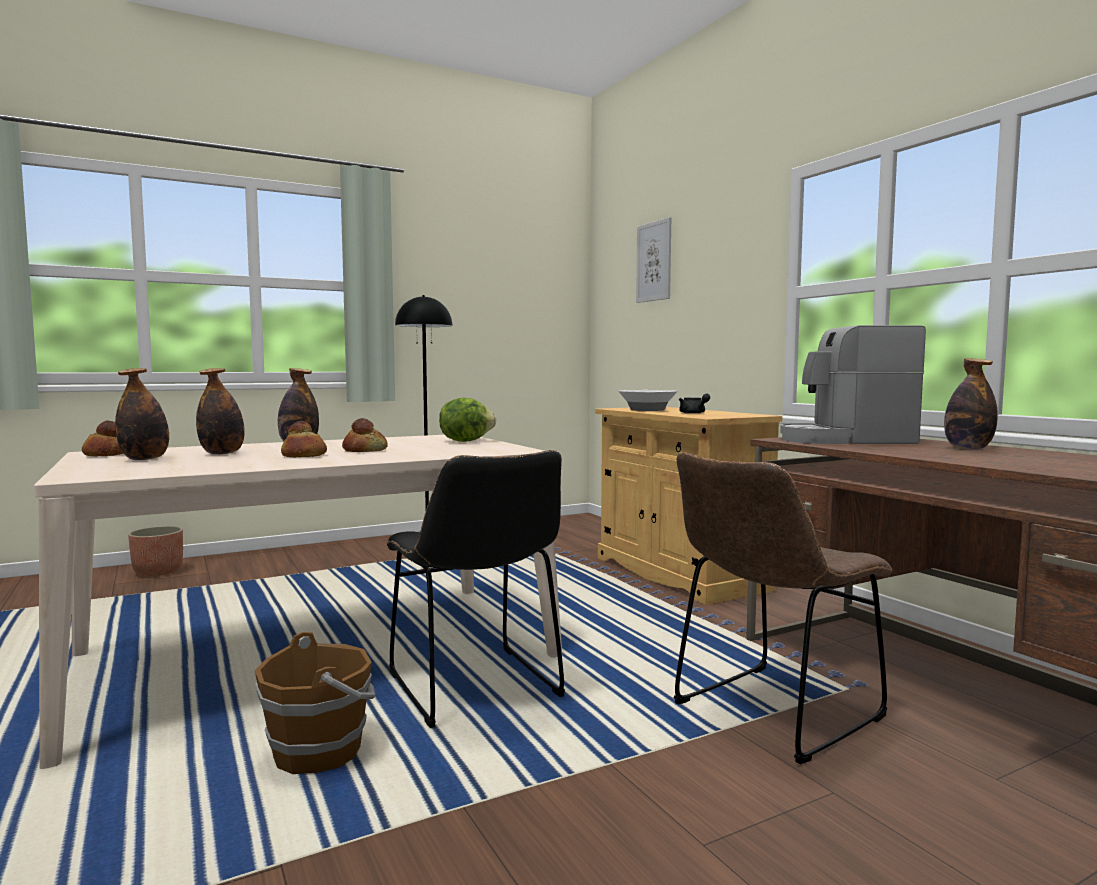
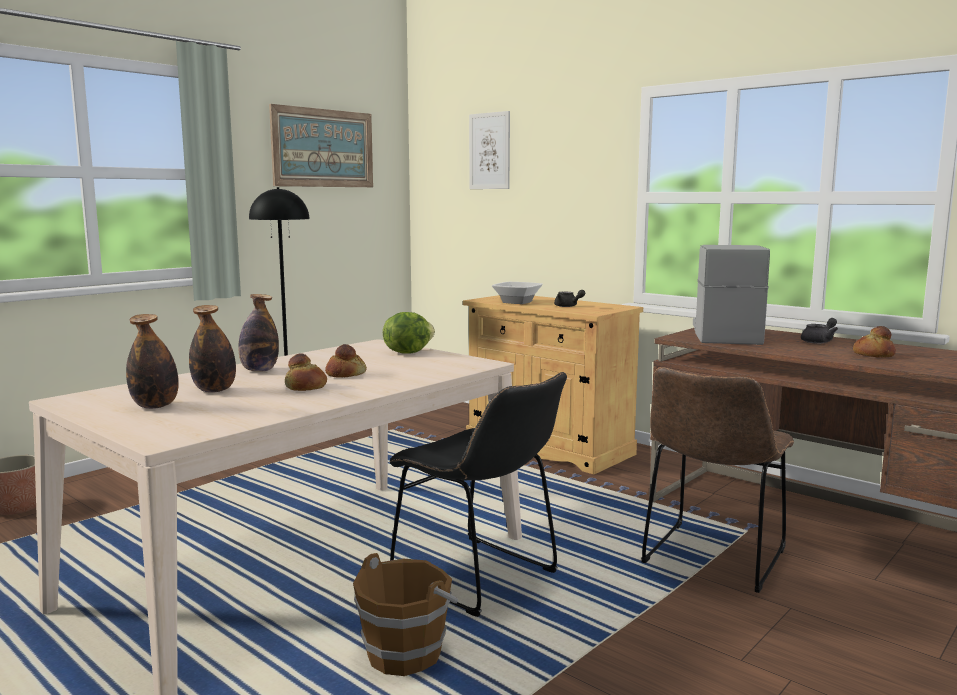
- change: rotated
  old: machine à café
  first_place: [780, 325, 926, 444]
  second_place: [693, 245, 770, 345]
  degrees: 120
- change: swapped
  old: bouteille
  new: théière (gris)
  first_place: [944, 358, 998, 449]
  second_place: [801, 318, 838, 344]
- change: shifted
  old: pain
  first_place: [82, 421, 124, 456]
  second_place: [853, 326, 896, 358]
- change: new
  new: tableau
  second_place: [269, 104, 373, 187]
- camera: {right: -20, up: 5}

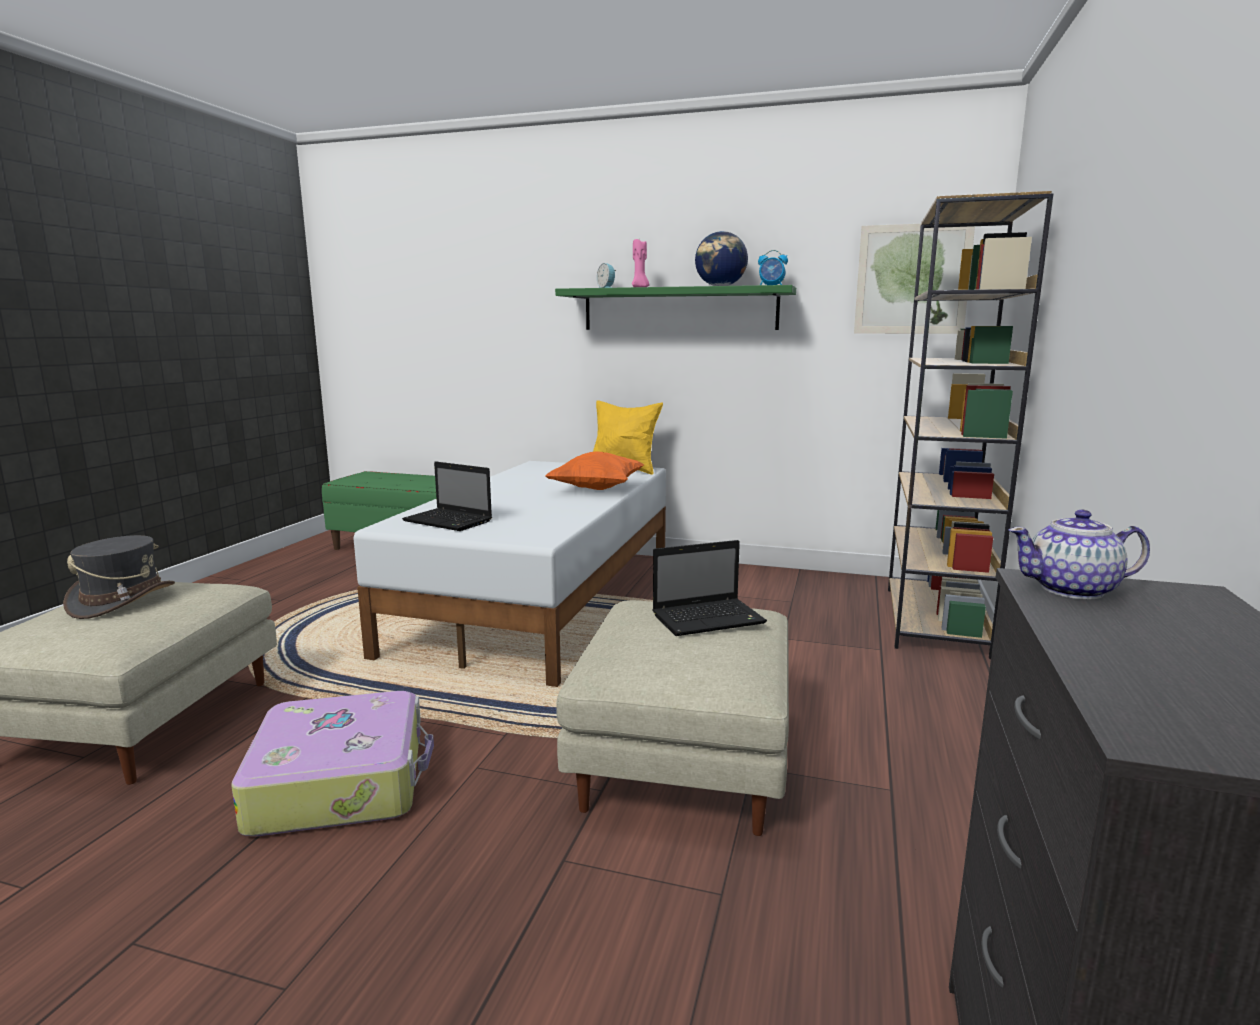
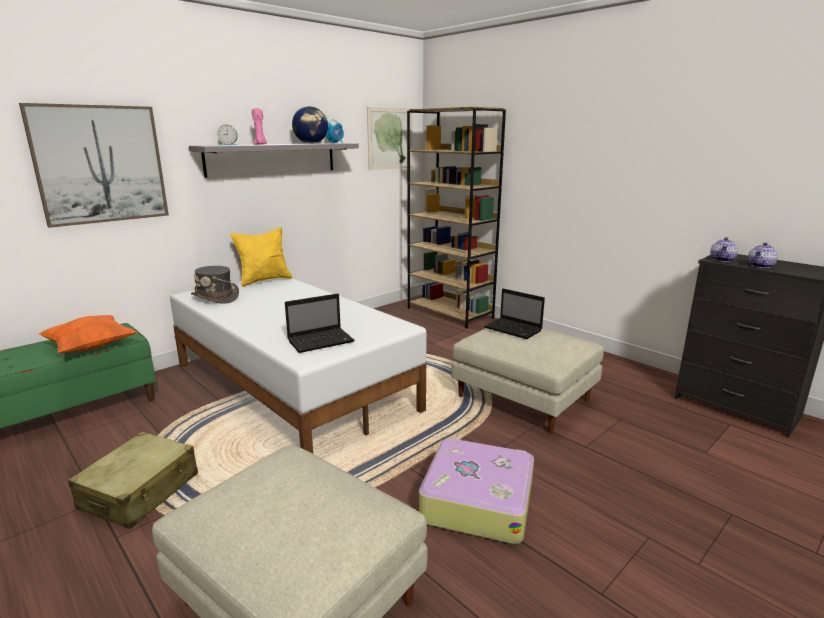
- change: repainted
  old: étagère (vert)
  new: étagère (gris)
  first_place: [555, 285, 796, 330]
  second_place: [189, 143, 359, 178]
- change: shifted
  old: coussin (orange)
  first_place: [546, 451, 644, 490]
  second_place: [39, 315, 137, 353]
- change: shifted
  old: chapeau (gris)
  first_place: [63, 535, 175, 619]
  second_place: [191, 266, 239, 304]
- change: rotated
  old: ordinateur portable
  first_place: [652, 540, 767, 636]
  second_place: [484, 289, 545, 339]
  degrees: 120
- change: new
  new: tableau
  second_place: [19, 103, 169, 228]
- change: new
  new: théière
  second_place: [748, 242, 778, 268]
- change: new
  new: valise (beige)
  second_place: [68, 431, 198, 529]
- camera: {right: -60, up: 5}

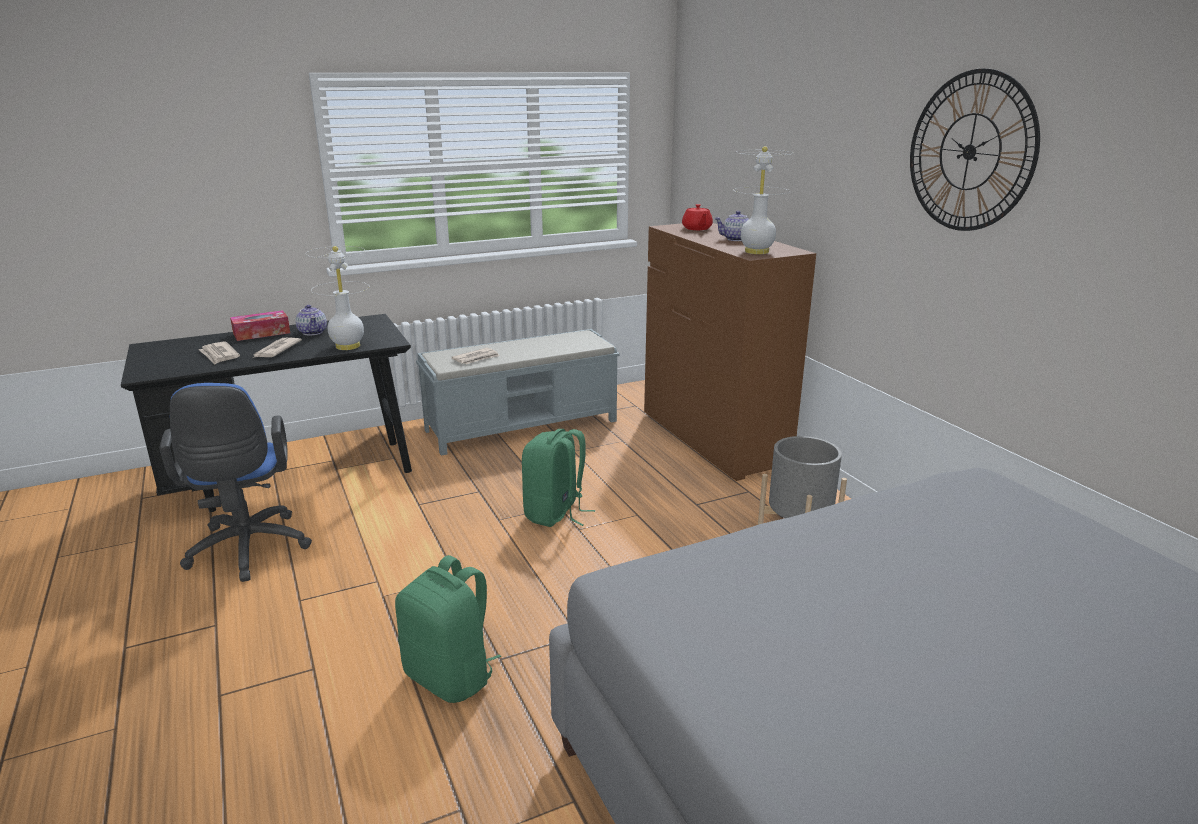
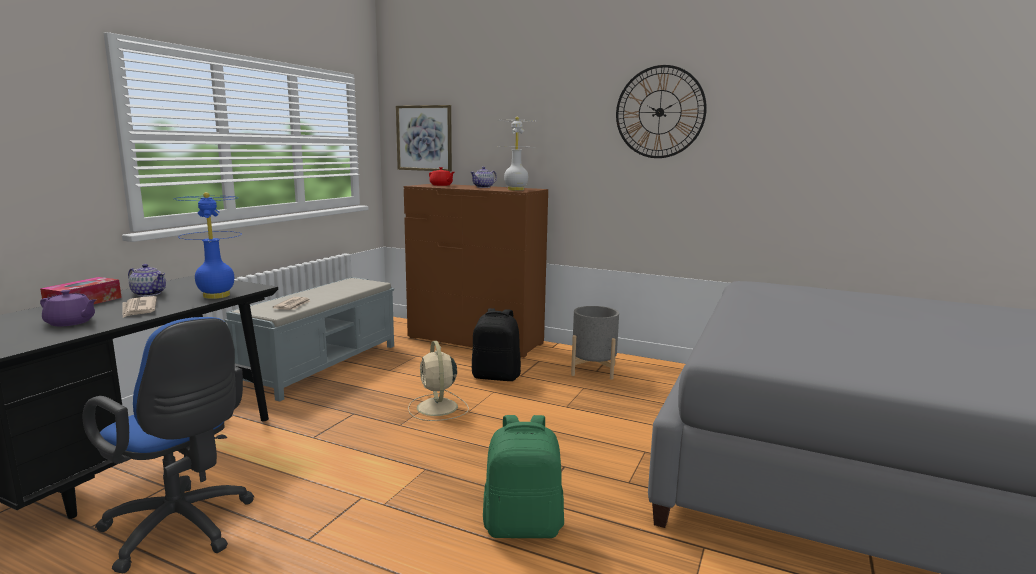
- change: repainted
  old: lampe de table (blanc)
  new: lampe de table (bleu)
  first_place: [306, 246, 369, 350]
  second_place: [174, 192, 242, 299]
- change: swapped
  old: journal
  new: théière (violet)
  first_place: [199, 342, 240, 365]
  second_place: [40, 290, 97, 326]
- change: swapped
  old: sac à dos (vert)
  new: ventilateur (beige)
  first_place: [522, 429, 595, 527]
  second_place: [408, 341, 469, 421]
- change: new
  new: tableau
  second_place: [396, 105, 452, 172]
- change: new
  new: sac à dos (noir)
  second_place: [472, 308, 521, 381]
- camera: {right: -40, up: -10}

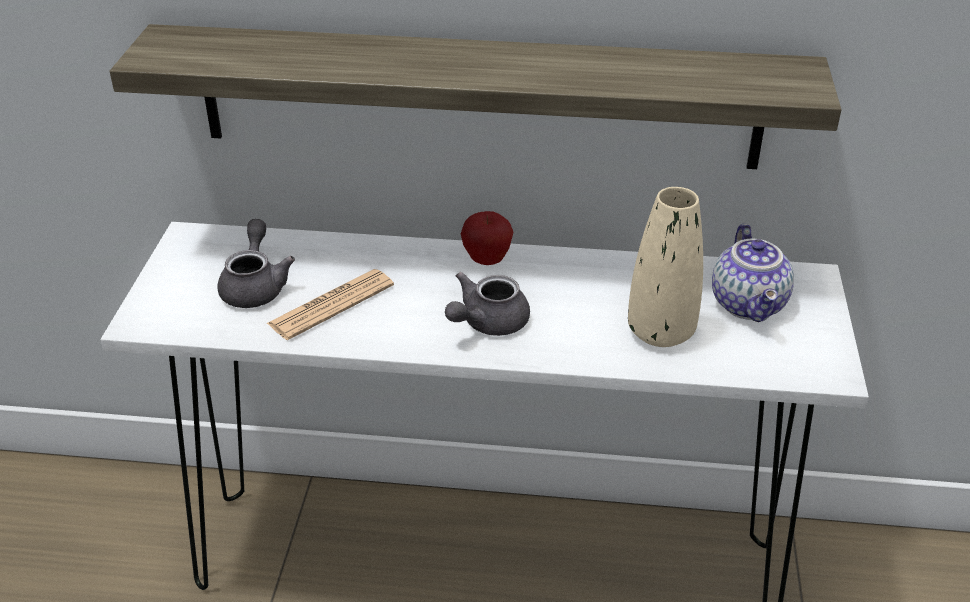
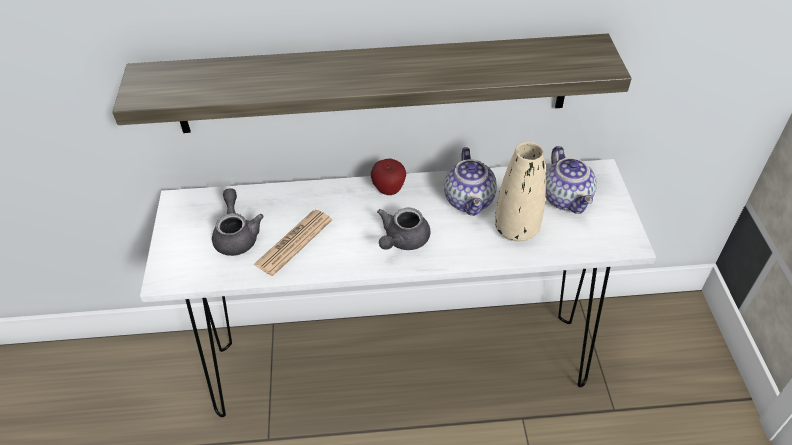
- change: new
  new: théière
  second_place: [444, 147, 497, 216]
- camera: {right: -10, up: 10}

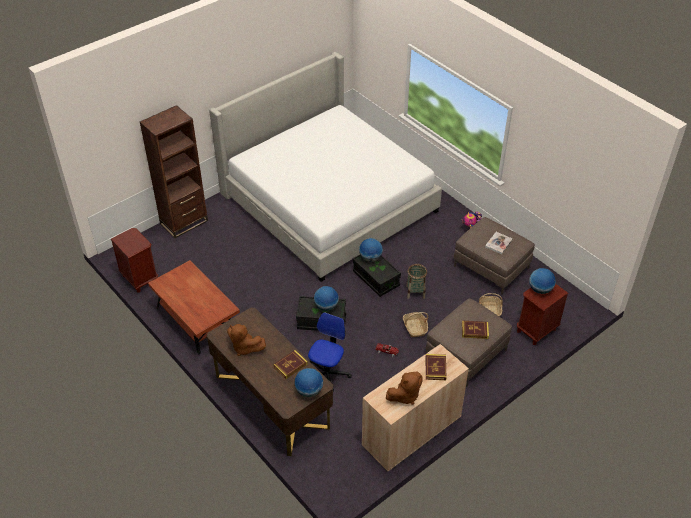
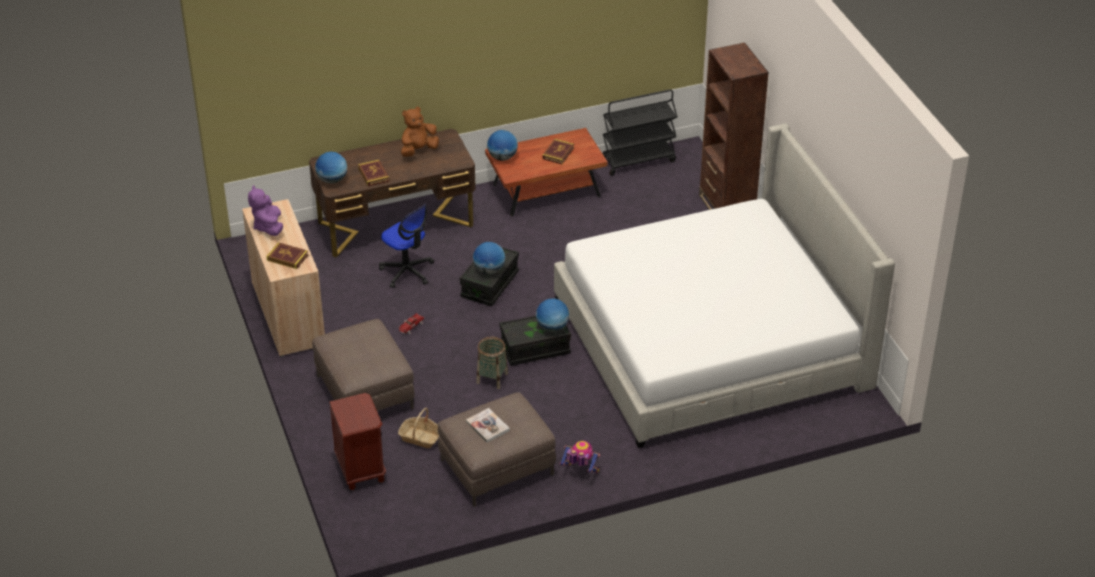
- change: swapped
  old: table de chevet (marron)
  new: chariot (noir)
  first_place: [111, 228, 158, 293]
  second_place: [603, 89, 678, 176]
- change: shifted
  old: globe
  first_place: [529, 268, 556, 294]
  second_place: [487, 130, 518, 161]
- change: gone
  old: panier
  first_place: [403, 312, 428, 337]
- change: shifted
  old: livre
  first_place: [462, 321, 489, 339]
  second_place: [542, 139, 574, 164]
- change: repainted
  old: peluche (marron)
  new: peluche (violet)
  first_place: [386, 372, 422, 405]
  second_place: [248, 185, 283, 236]
- camera: {right: 110, up: -5}

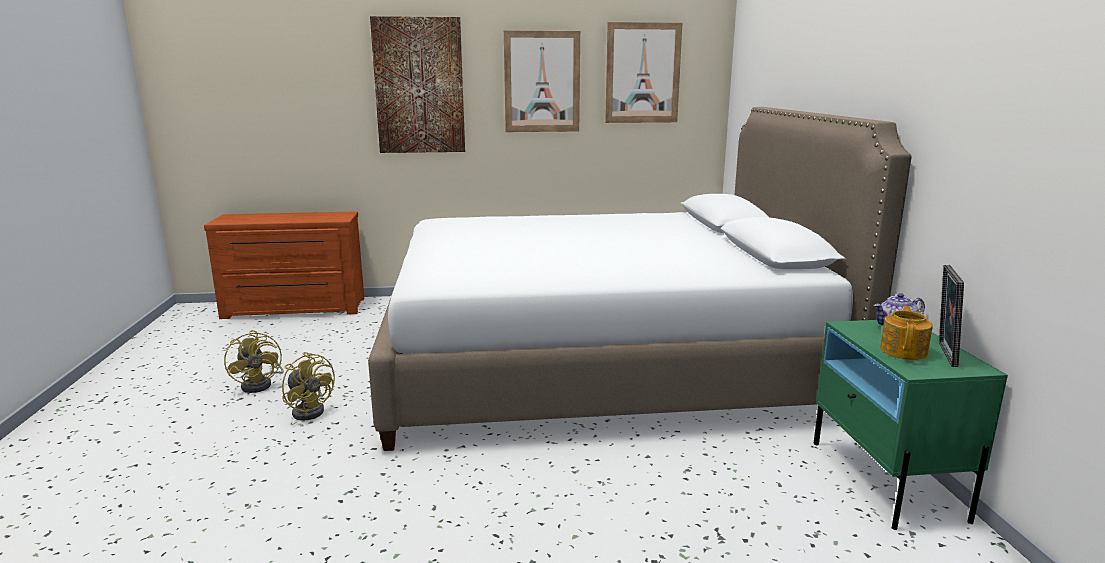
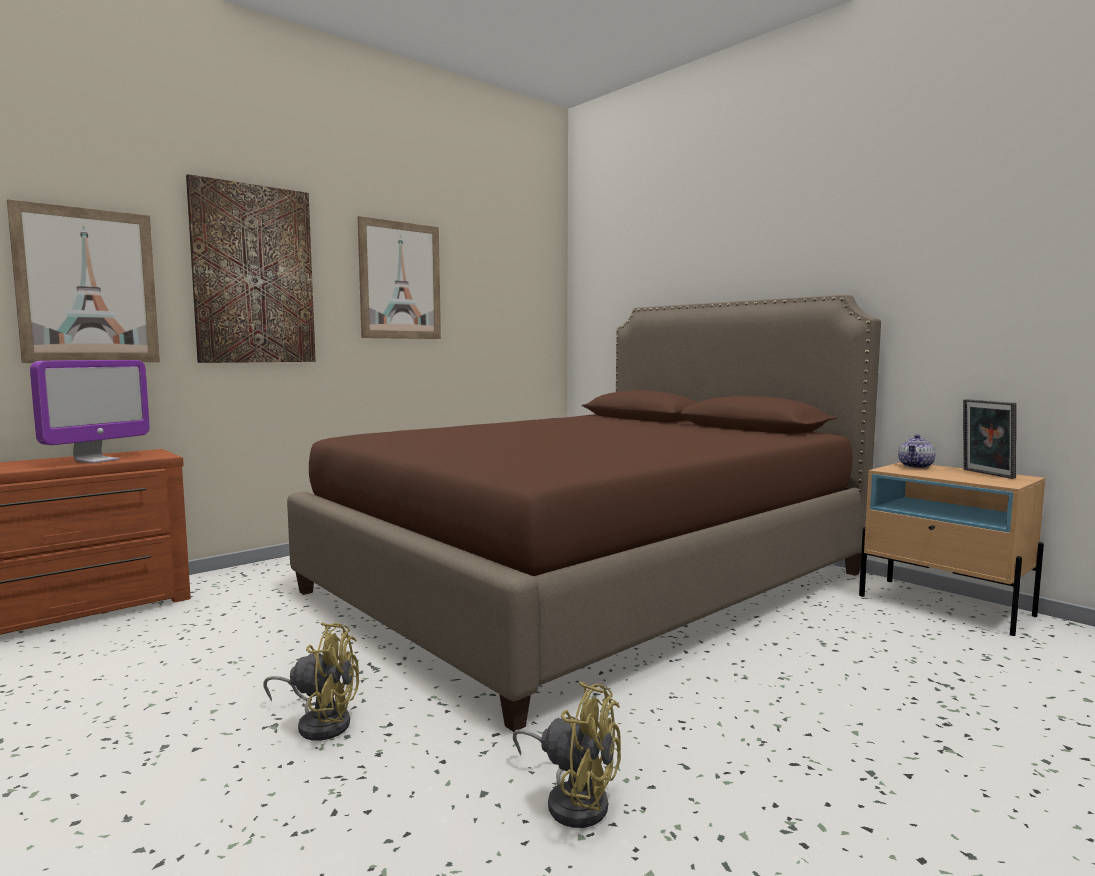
- change: shifted
  old: tableau
  first_place: [605, 22, 682, 123]
  second_place: [7, 199, 160, 363]
- change: repainted
  old: lit (blanc)
  new: lit (marron)
  first_place: [368, 107, 911, 451]
  second_place: [287, 295, 881, 732]
- change: gone
  old: théière
  first_place: [880, 306, 933, 360]
- change: repainted
  old: table de chevet (vert)
  new: table de chevet (beige)
  first_place: [814, 320, 1008, 530]
  second_place: [859, 462, 1045, 636]
- change: shifted
  old: ventilateur (jaune)
  first_place: [224, 330, 284, 393]
  second_place: [513, 682, 621, 828]
- change: new
  new: écran d'ordinateur
  second_place: [30, 360, 150, 463]
- camera: {right: -35, up: -10}

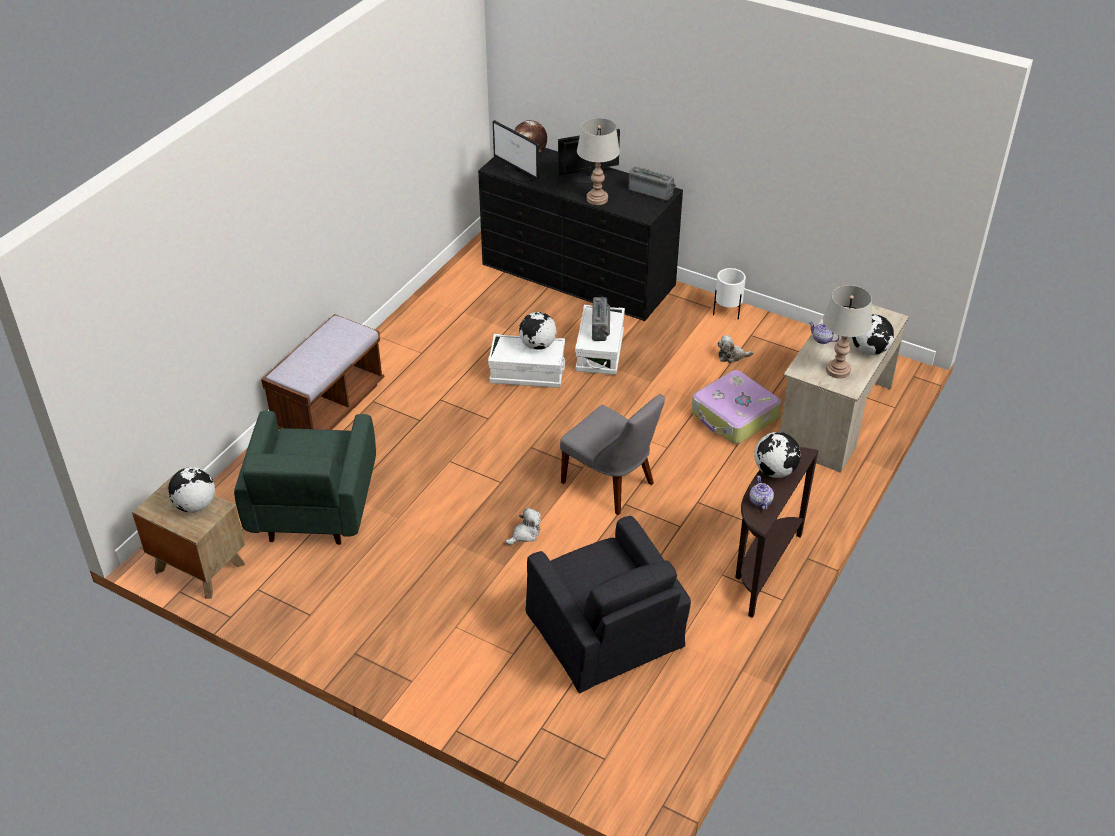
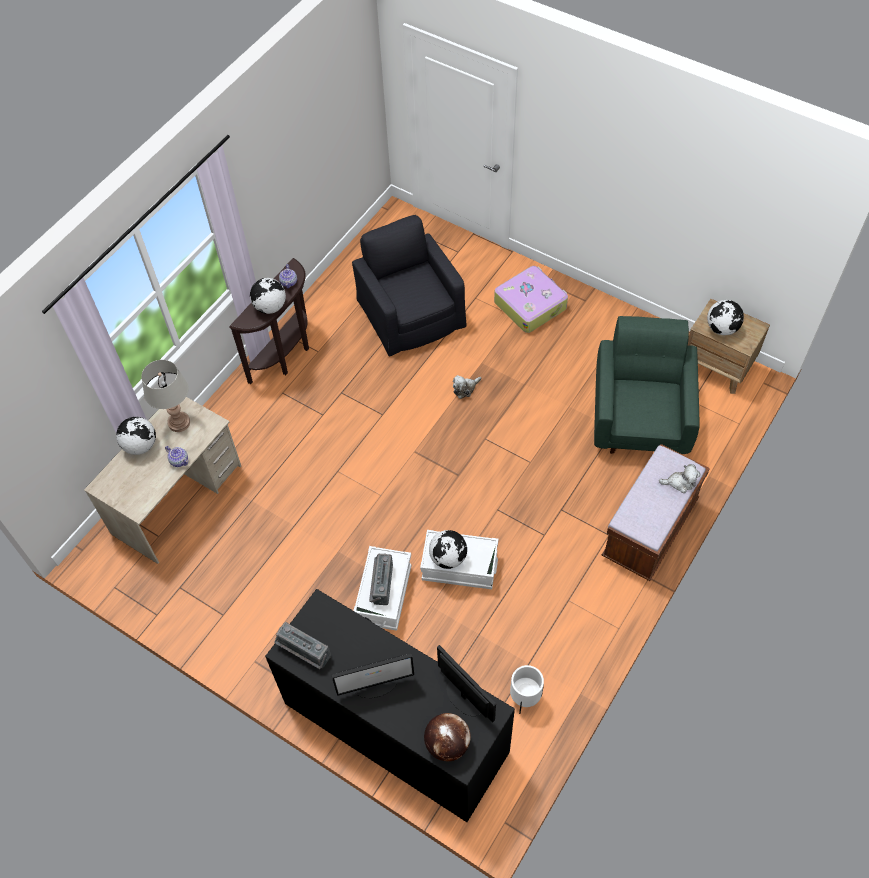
- change: gone
  old: lampe de table (gris)
  first_place: [577, 118, 620, 205]
- change: shifted
  old: cache-pot (blanc)
  first_place: [713, 268, 746, 319]
  second_place: [510, 665, 544, 714]
- change: shifted
  old: peluche
  first_place: [717, 335, 754, 363]
  second_place: [659, 464, 701, 493]
- change: shifted
  old: valise
  first_place: [691, 370, 781, 444]
  second_place: [494, 266, 568, 333]
- change: gone
  old: chaise (gris)
  first_place: [560, 394, 665, 515]
- camera: {right: -175, up: 15}

